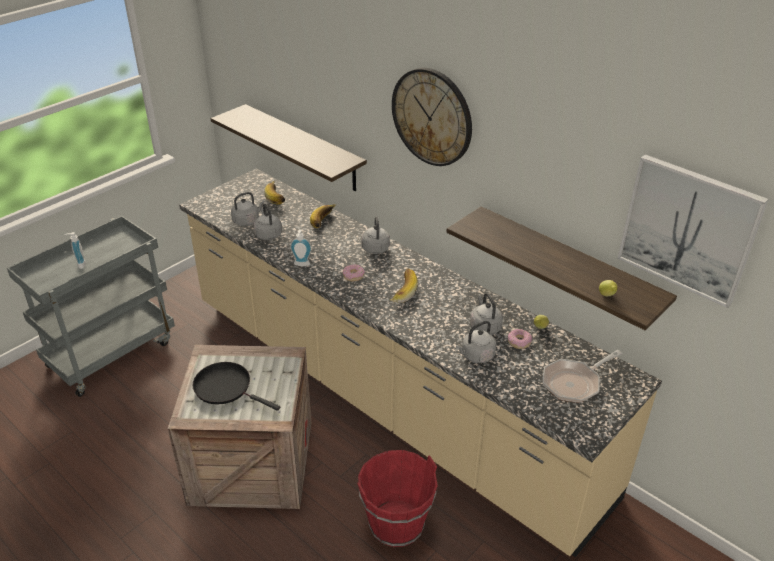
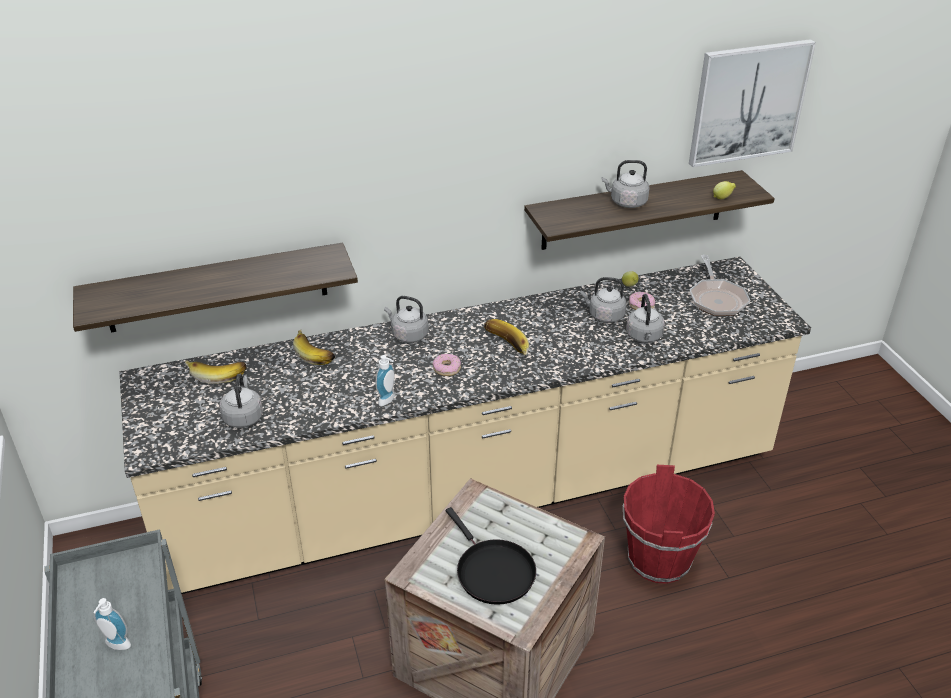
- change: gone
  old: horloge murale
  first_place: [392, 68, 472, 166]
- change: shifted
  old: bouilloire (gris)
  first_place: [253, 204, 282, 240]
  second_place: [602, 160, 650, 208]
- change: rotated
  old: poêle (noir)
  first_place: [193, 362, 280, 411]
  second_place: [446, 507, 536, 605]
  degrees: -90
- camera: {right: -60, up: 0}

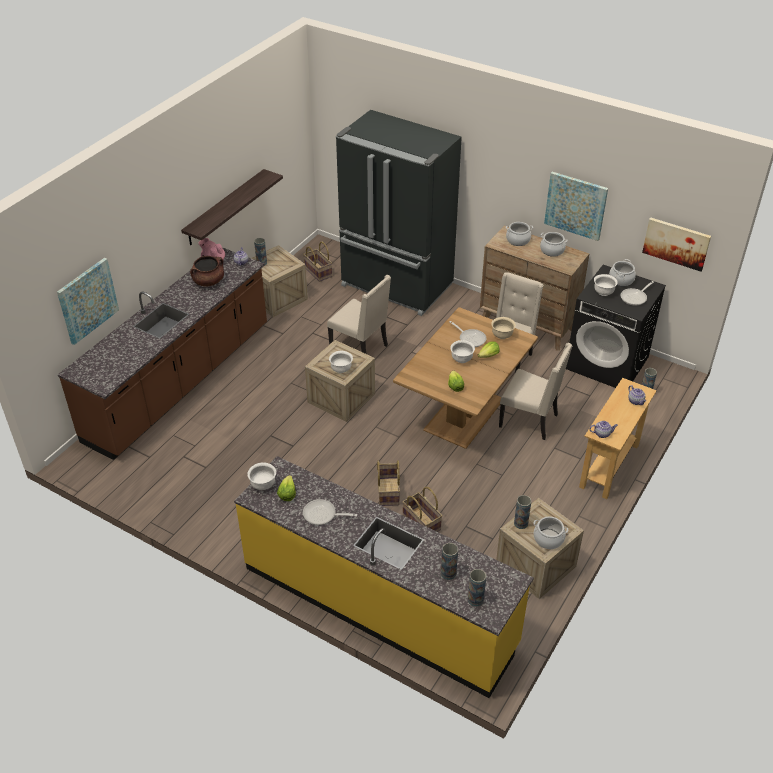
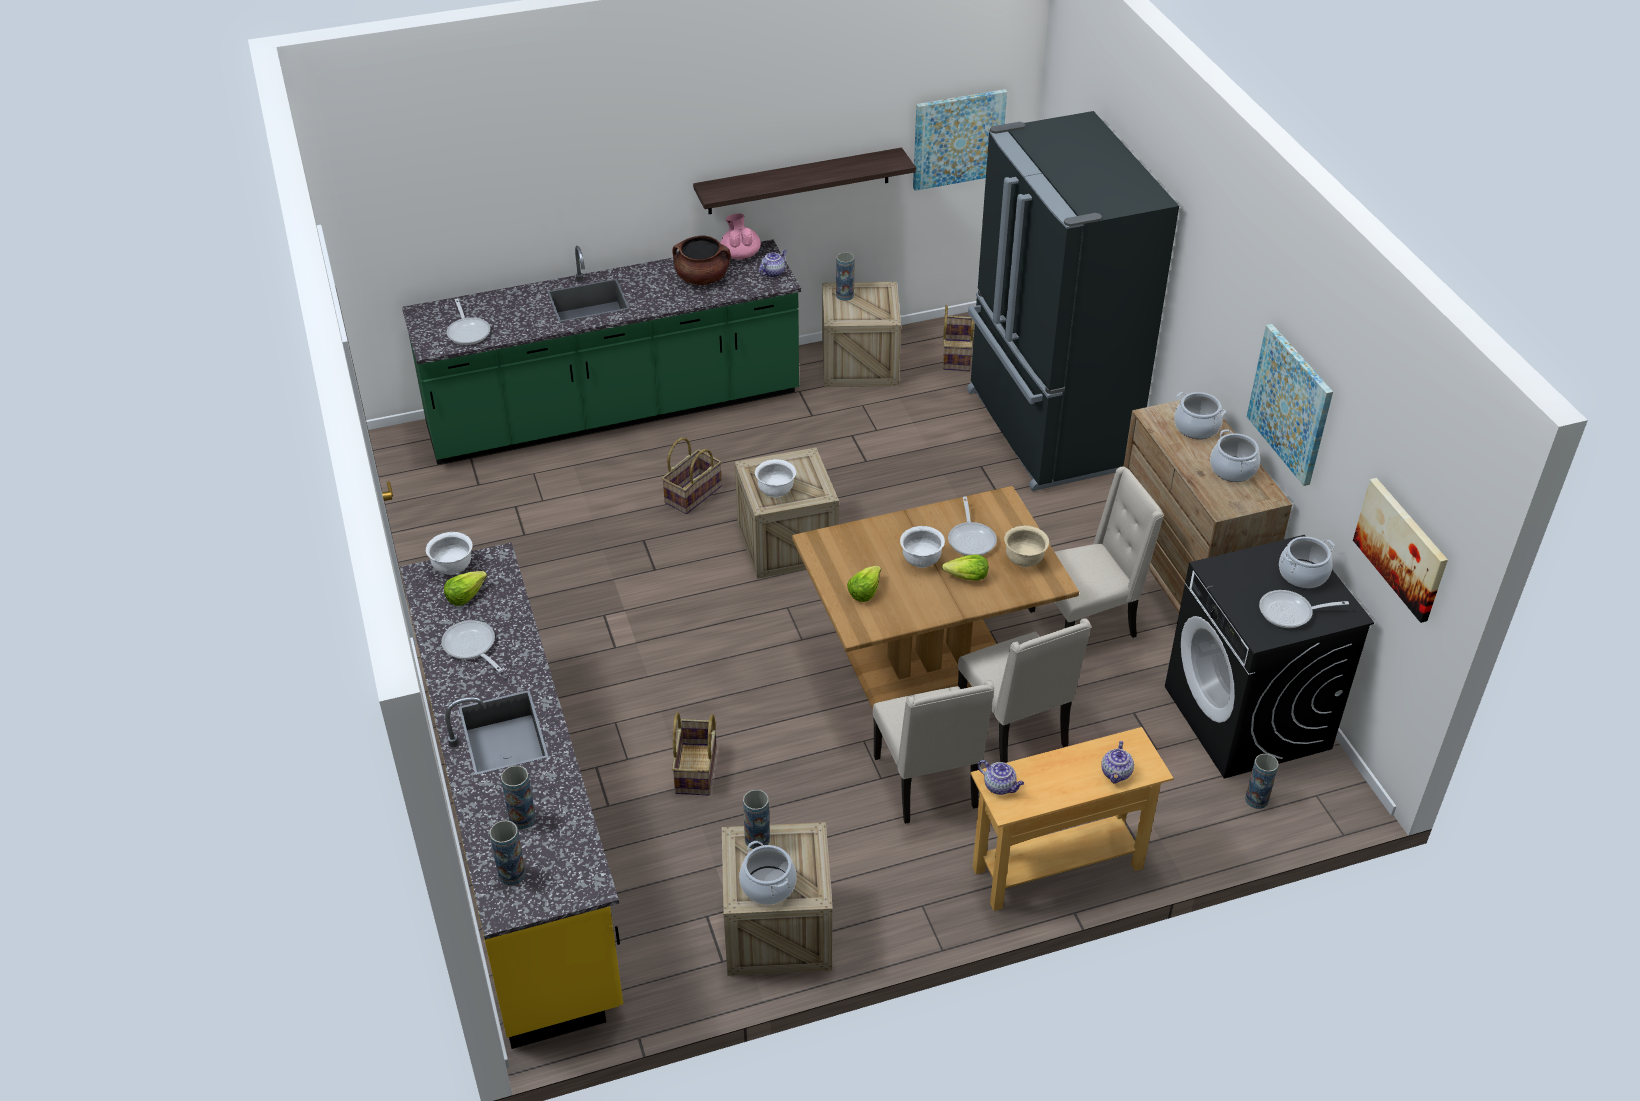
- change: repainted
  old: comptoir de cuisine (marron)
  new: comptoir de cuisine (vert)
  first_place: [58, 247, 267, 460]
  second_place: [402, 239, 801, 465]
- change: shifted
  old: tableau
  first_place: [57, 258, 119, 345]
  second_place: [913, 89, 1007, 191]
- change: gone
  old: bol (blanc)
  first_place: [594, 274, 618, 296]
- change: shifted
  old: chaise (beige)
  first_place: [327, 275, 391, 354]
  second_place: [873, 680, 995, 824]
- change: shifted
  old: panier
  first_place: [377, 460, 400, 506]
  second_place: [662, 438, 722, 514]
- change: new
  new: poêle
  second_place: [446, 299, 490, 345]
- camera: {right: 40, up: 0}

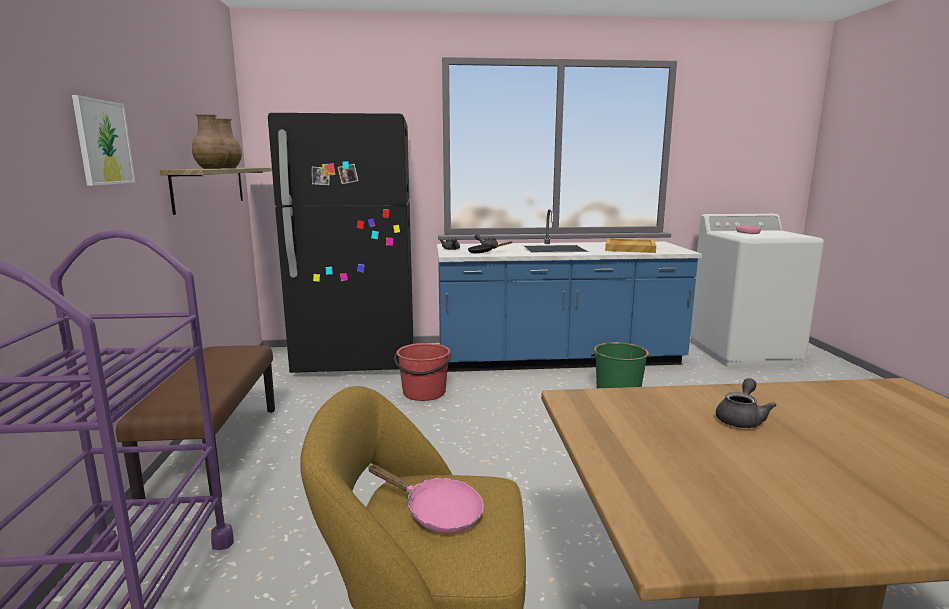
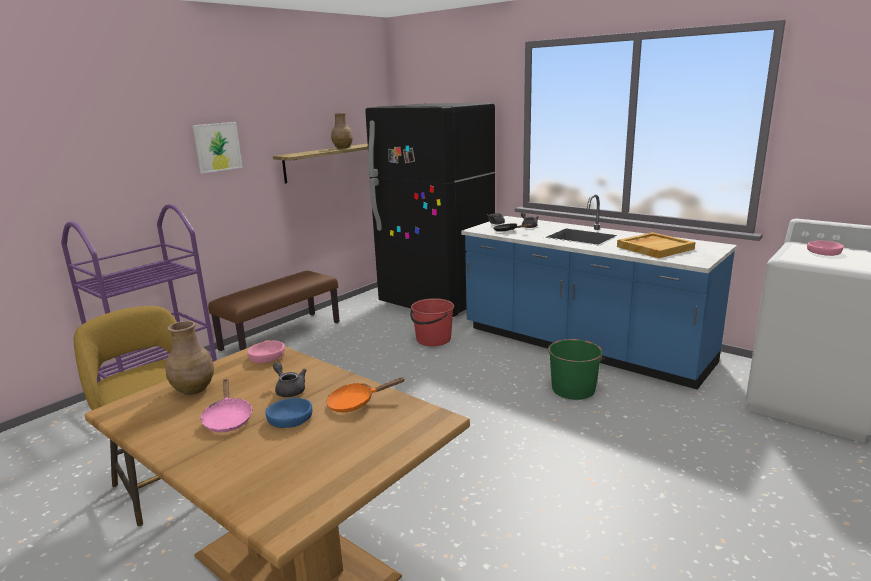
- change: shifted
  old: vase (marron)
  first_place: [192, 114, 228, 169]
  second_place: [166, 321, 214, 395]
- change: rotated
  old: théière (gris)
  first_place: [716, 378, 777, 428]
  second_place: [273, 362, 306, 397]
  degrees: -120
- change: shifted
  old: poêle (rose)
  first_place: [368, 464, 484, 533]
  second_place: [200, 379, 253, 432]
- change: new
  new: bol (rose)
  second_place: [247, 341, 285, 363]
- change: new
  new: poêle (orange)
  second_place: [326, 377, 404, 412]
- change: new
  new: bol (bleu)
  second_place: [265, 398, 312, 428]
- camera: {right: 45, up: 5}

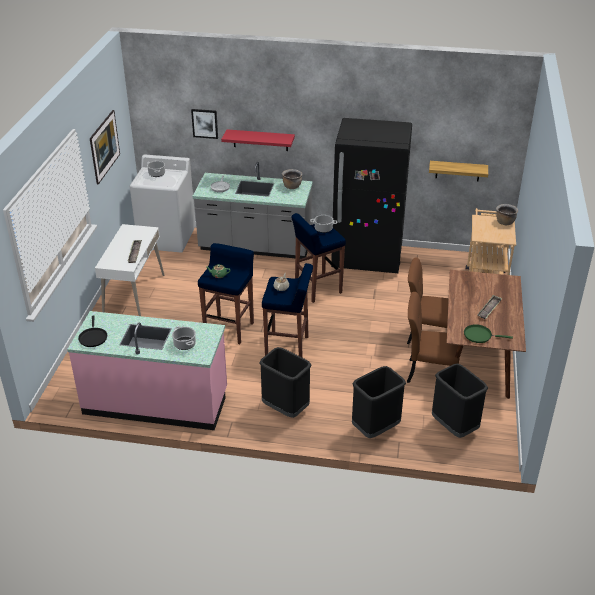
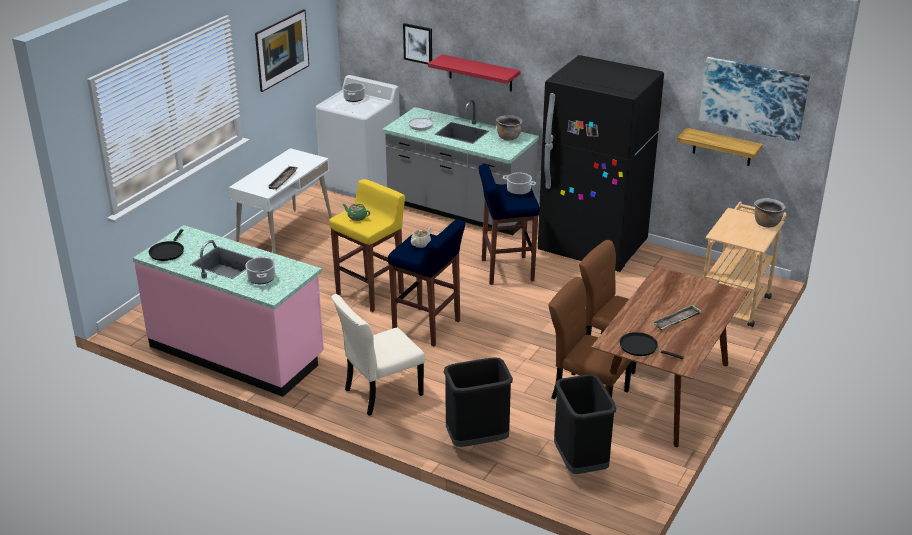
- change: repainted
  old: tabouret (bleu)
  new: tabouret (jaune)
  first_place: [198, 243, 254, 344]
  second_place: [329, 179, 405, 312]
- change: repainted
  old: poêle (vert)
  new: poêle (noir)
  first_place: [464, 324, 513, 343]
  second_place: [620, 332, 684, 359]
- change: swapped
  old: poubelle (noir)
  new: chaise (beige)
  first_place: [259, 347, 311, 418]
  second_place: [331, 294, 425, 416]
- change: new
  new: tableau
  second_place: [699, 57, 810, 142]
- camera: {right: 20, up: -5}

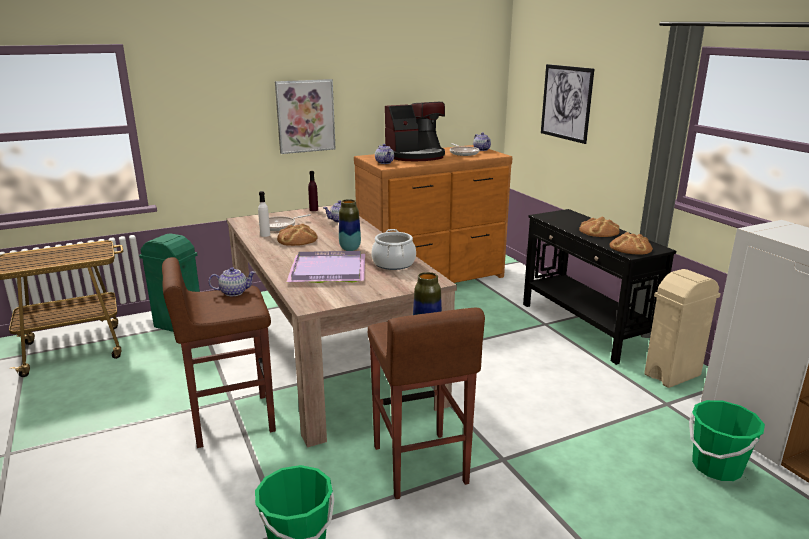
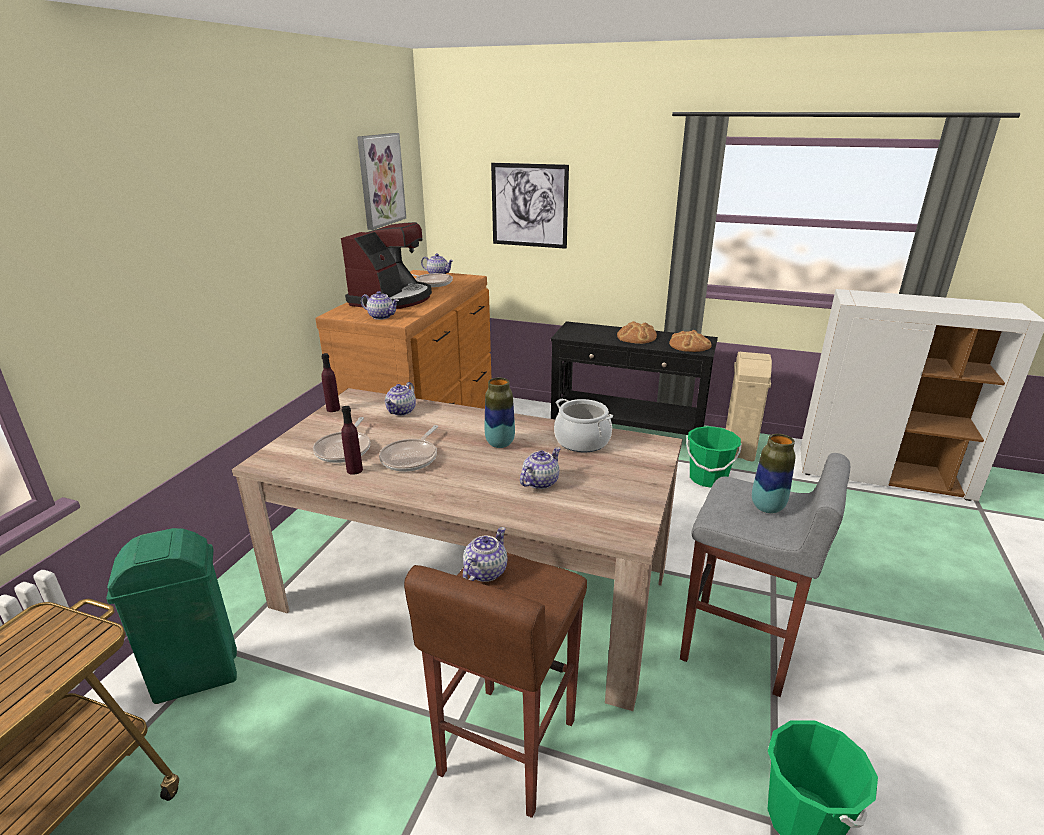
- change: shifted
  old: tableau
  first_place: [275, 79, 335, 154]
  second_place: [357, 133, 406, 230]
- change: repainted
  old: bouteille (blanc)
  new: bouteille (violet)
  first_place: [258, 191, 270, 237]
  second_place: [341, 406, 363, 475]
- change: swapped
  old: pain
  new: poêle
  first_place: [277, 223, 318, 246]
  second_place: [379, 425, 438, 472]
- change: swapped
  old: plateau (violet)
  new: théière
  first_place: [287, 251, 365, 283]
  second_place: [520, 447, 561, 489]
- change: repainted
  old: tabouret (marron)
  new: tabouret (gris)
  first_place: [368, 308, 485, 499]
  second_place: [680, 453, 850, 697]
- change: shifted
  old: seau (vert)
  first_place: [689, 400, 765, 481]
  second_place: [686, 426, 742, 488]
- camera: {right: -45, up: 5}

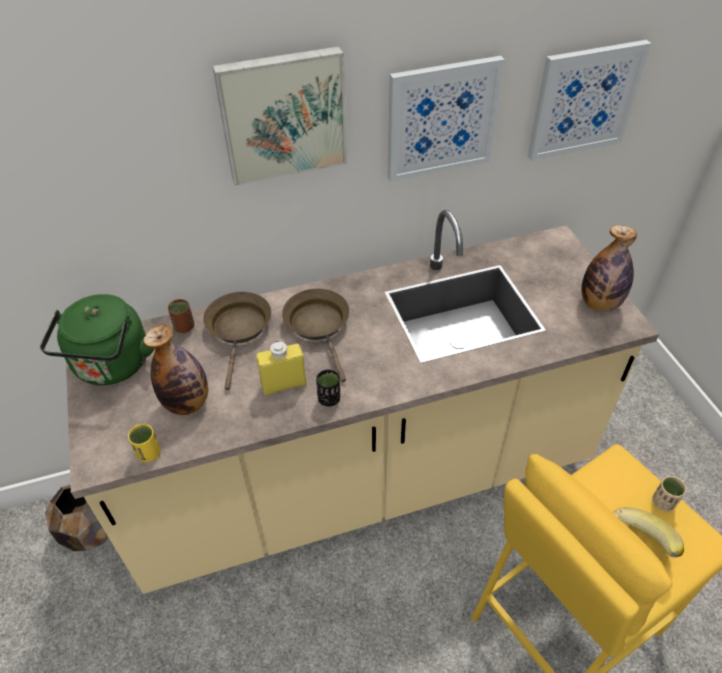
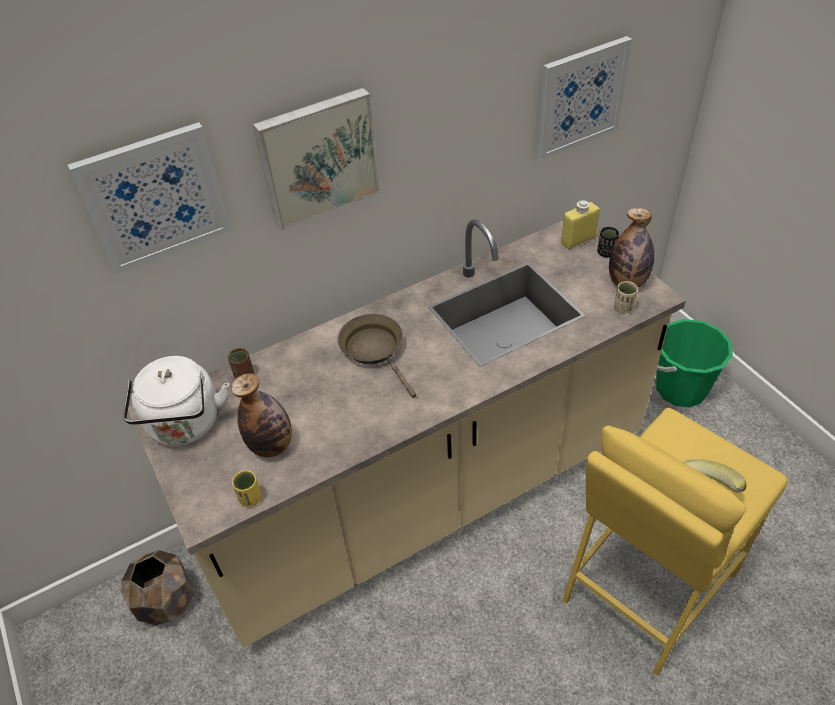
- change: shifted
  old: tableau
  first_place: [388, 56, 505, 182]
  second_place: [68, 122, 231, 274]
- change: gone
  old: poêle (marron)
  first_place: [203, 292, 271, 390]
- change: repainted
  old: bouilloire (vert)
  new: bouilloire (blanc)
  first_place: [40, 294, 154, 385]
  second_place: [123, 356, 229, 446]
- change: shifted
  old: bouteille (jaune)
  first_place: [256, 341, 307, 395]
  second_place: [561, 200, 600, 249]
- change: shifted
  old: tasse (noir)
  first_place: [316, 369, 340, 406]
  second_place: [597, 227, 619, 257]
- change: shifted
  old: tasse (beige)
  first_place: [652, 476, 686, 512]
  second_place: [614, 281, 638, 314]
- change: new
  new: seau (vert)
  second_place: [656, 319, 733, 407]
- camera: {right: -10, up: 0}

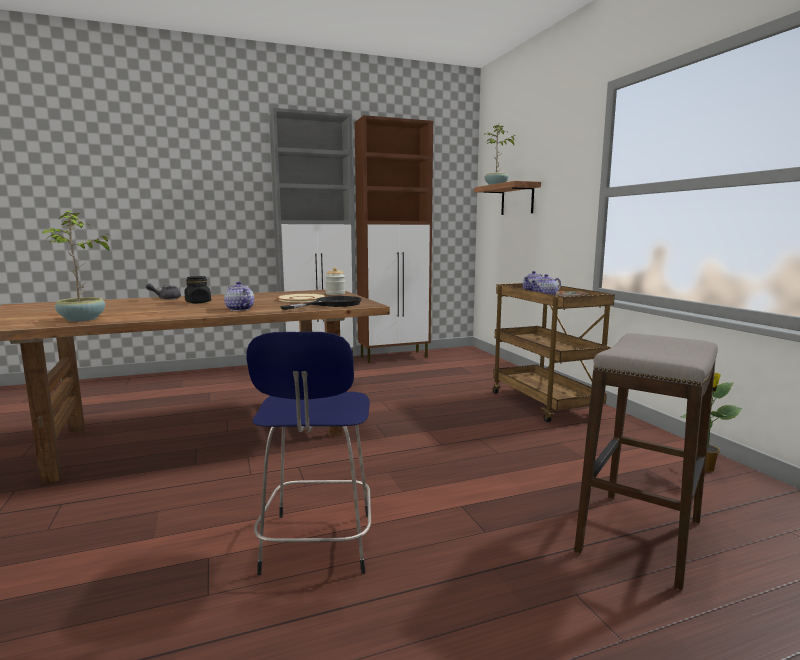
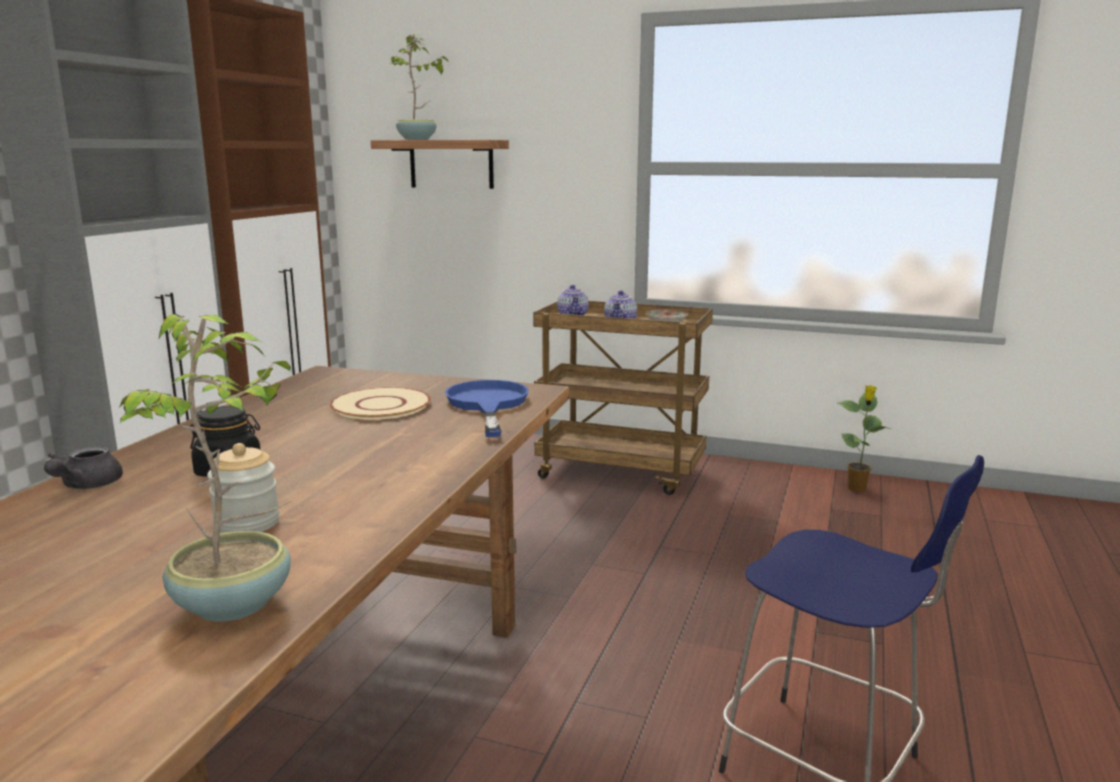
- change: shifted
  old: bocal
  first_place: [325, 267, 345, 295]
  second_place: [207, 443, 280, 533]
- change: gone
  old: théière
  first_place: [224, 281, 254, 311]
- change: repainted
  old: poêle (noir)
  new: poêle (bleu)
  first_place: [280, 296, 362, 310]
  second_place: [445, 380, 529, 437]
- change: gone
  old: tabouret
  first_place: [574, 333, 718, 590]
- camera: {right: -50, up: 5}

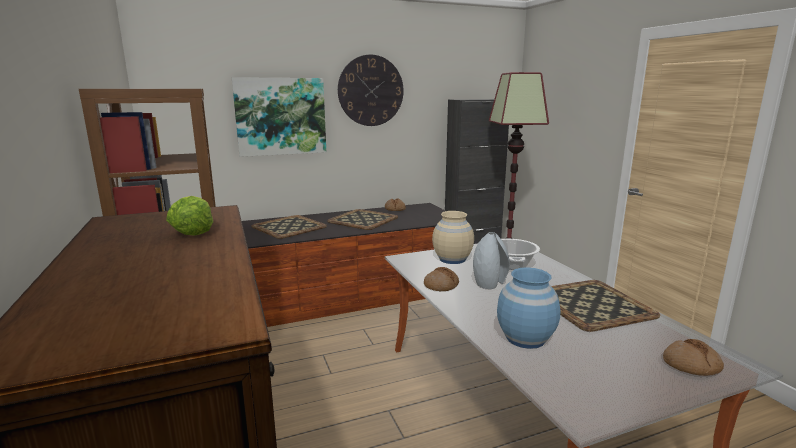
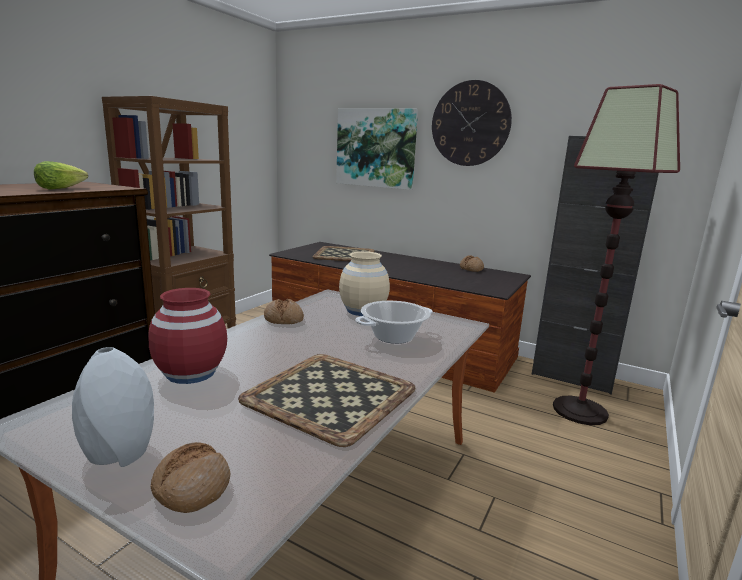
- change: gone
  old: plateau
  first_place: [327, 209, 398, 230]
- change: shifted
  old: vase (gris)
  first_place: [473, 232, 510, 289]
  second_place: [72, 347, 154, 467]
- change: repainted
  old: vase (bleu)
  new: vase (rouge)
  first_place: [497, 267, 561, 349]
  second_place: [148, 288, 227, 384]
- camera: {right: 50, up: 0}

